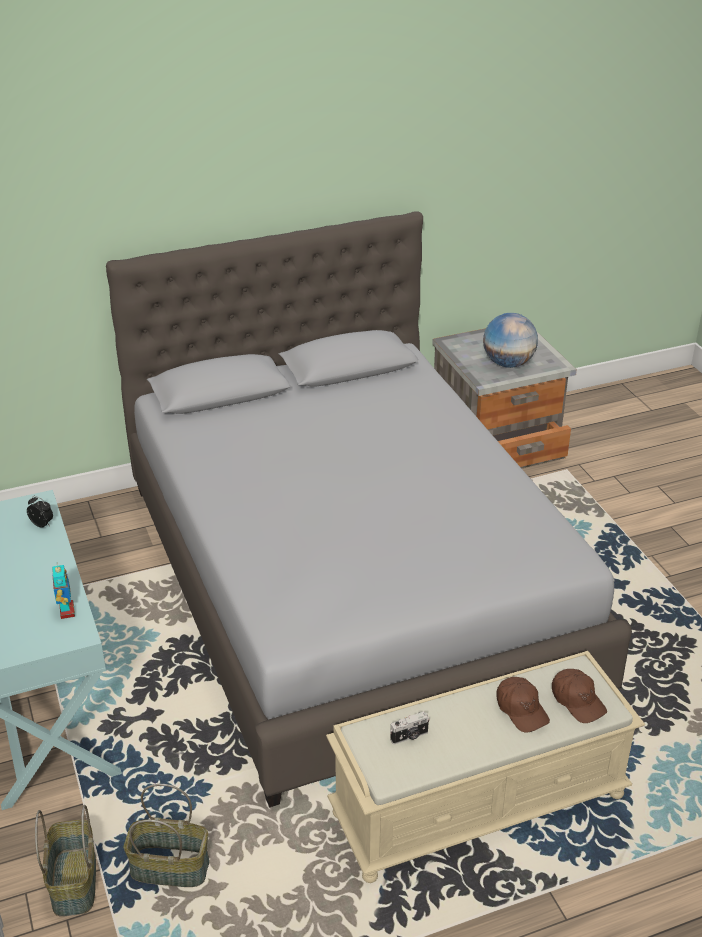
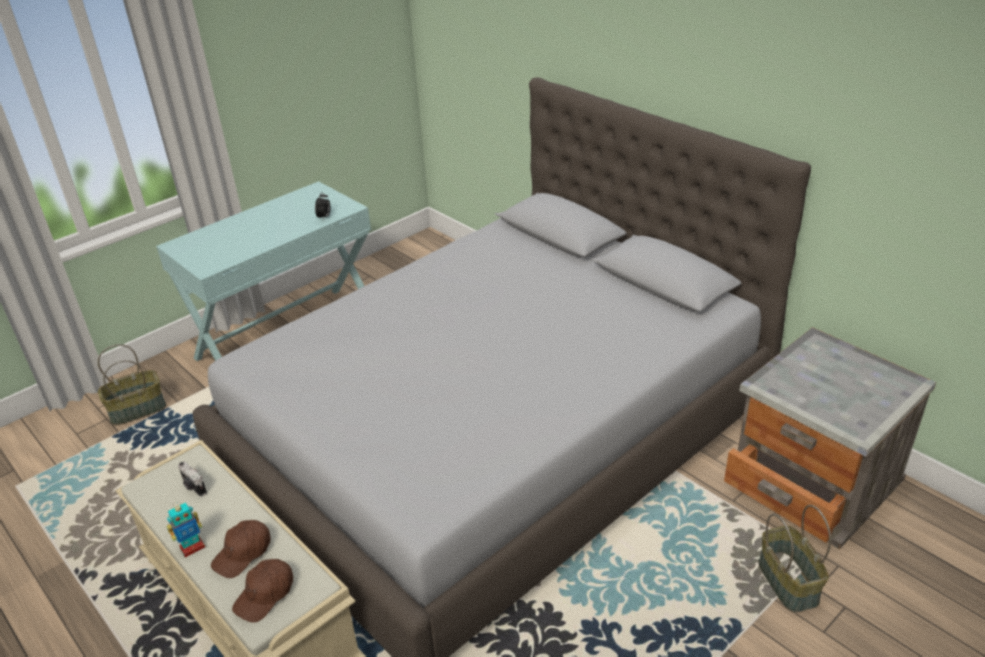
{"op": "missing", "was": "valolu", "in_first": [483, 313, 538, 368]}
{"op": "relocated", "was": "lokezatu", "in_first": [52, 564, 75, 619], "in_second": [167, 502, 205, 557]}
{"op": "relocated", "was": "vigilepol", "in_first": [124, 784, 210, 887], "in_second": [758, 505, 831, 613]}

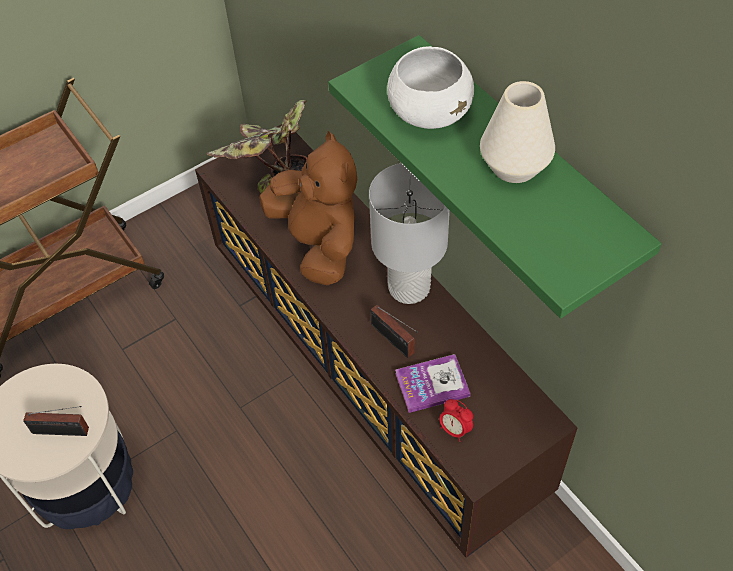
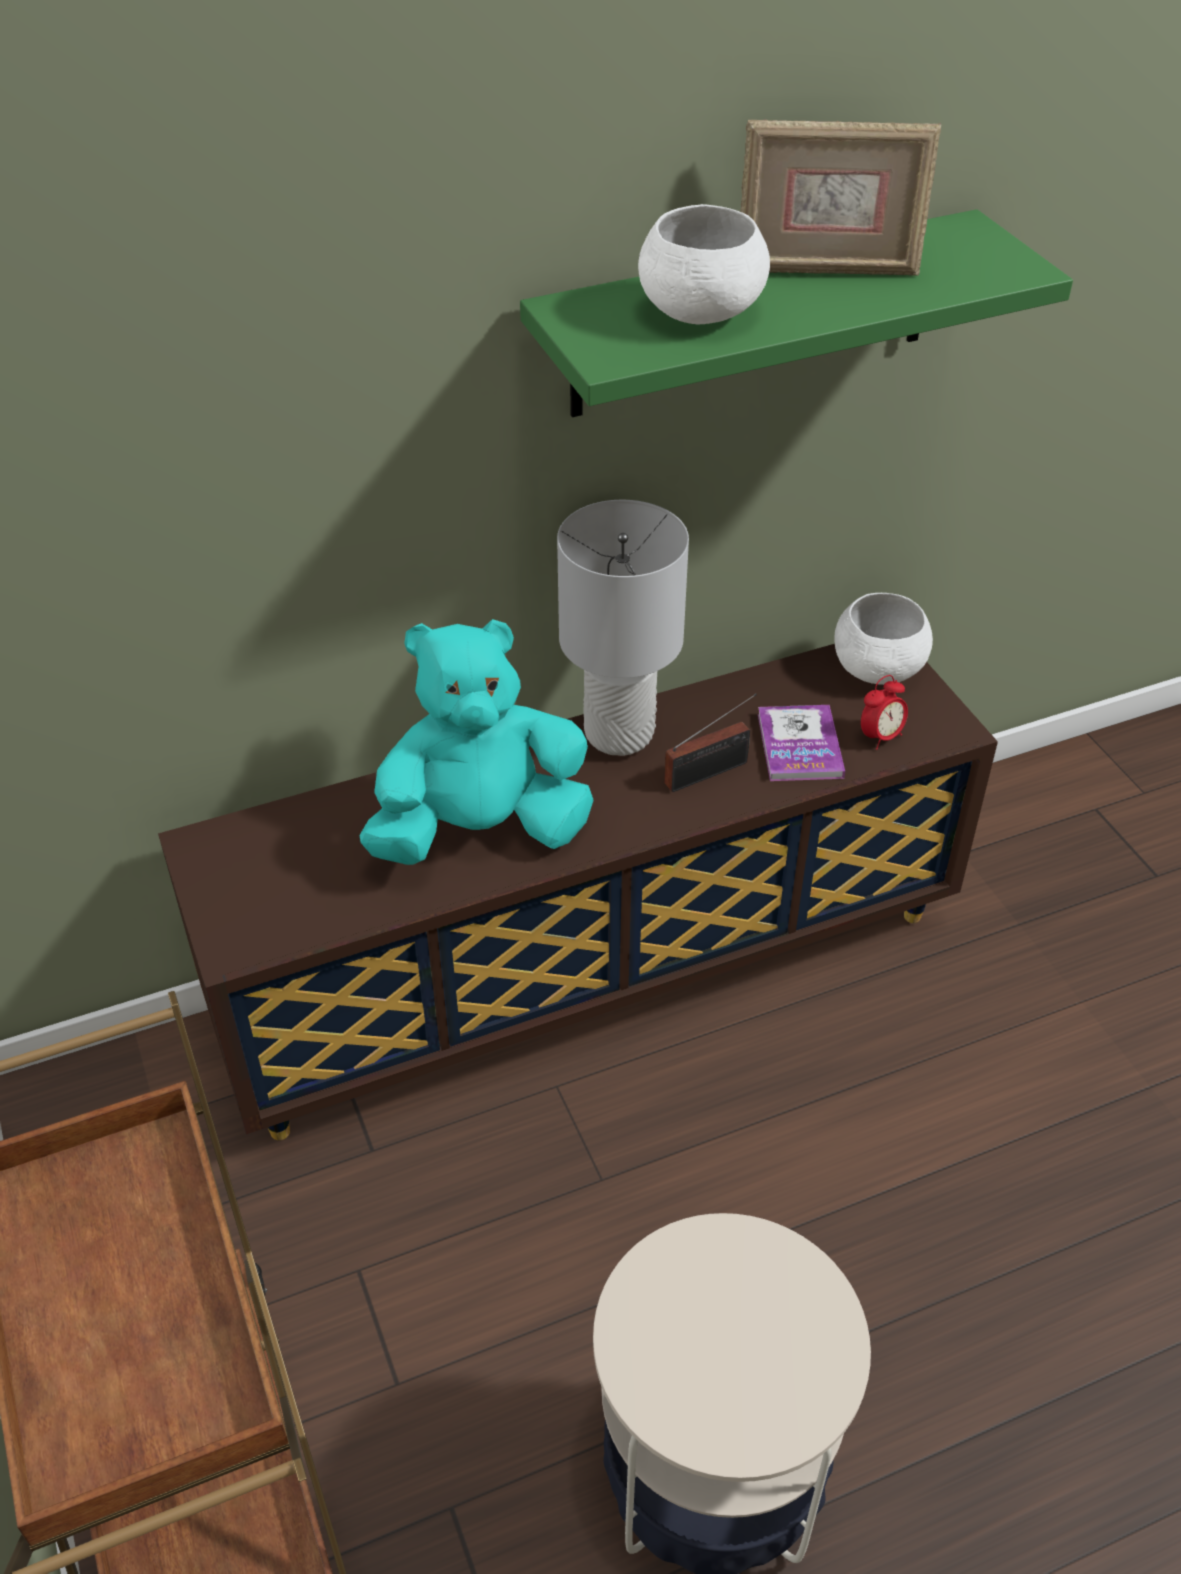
{"op": "exchanged", "was": "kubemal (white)", "now": "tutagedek", "in_first": [480, 81, 555, 183], "in_second": [740, 119, 941, 276]}
{"op": "missing", "was": "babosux", "in_first": [206, 100, 307, 193]}
{"op": "colour", "was": "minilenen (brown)", "now": "minilenen (turquoise)", "in_first": [259, 131, 357, 285], "in_second": [360, 619, 594, 865]}
{"op": "missing", "was": "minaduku", "in_first": [23, 406, 89, 436]}
{"op": "appeared", "now": "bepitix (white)", "in_second": [834, 593, 933, 685]}

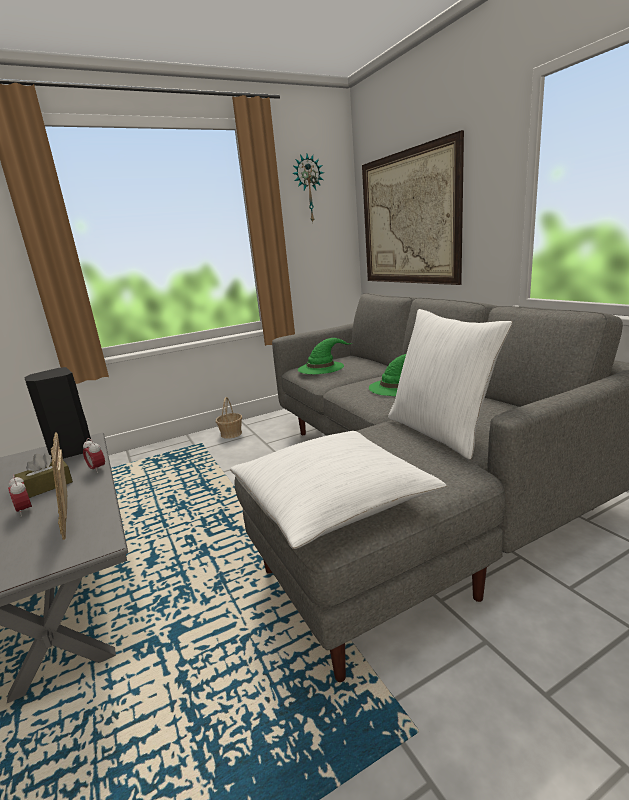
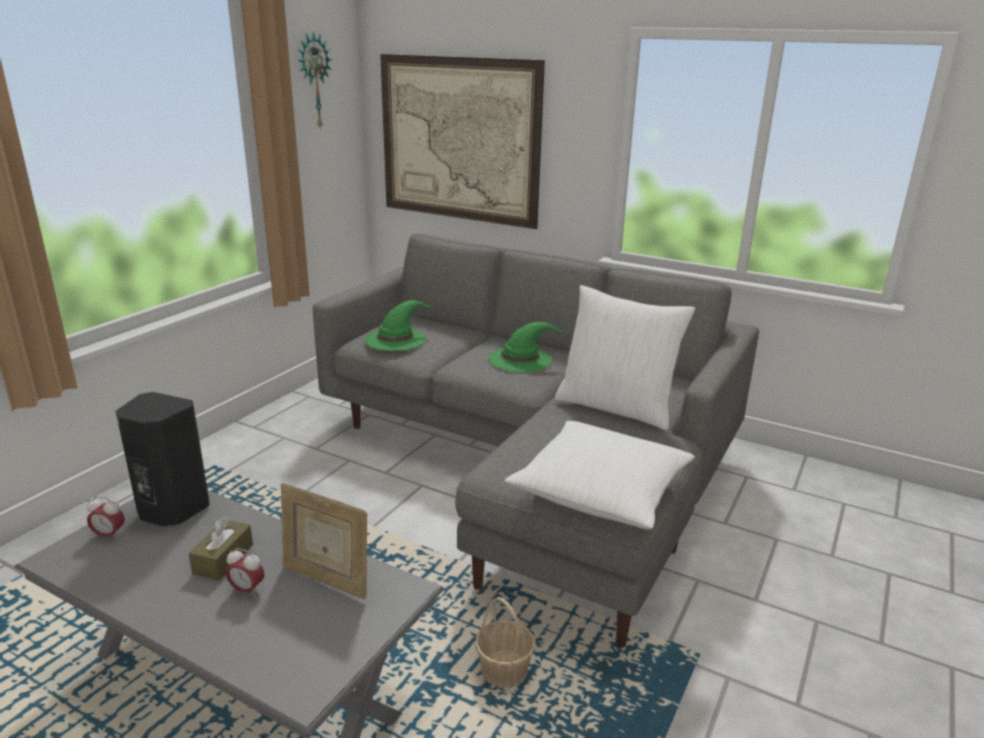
{"op": "relocated", "was": "vigilepol", "in_first": [216, 397, 242, 439], "in_second": [475, 597, 535, 688]}
{"op": "relocated", "was": "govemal", "in_first": [83, 438, 105, 473], "in_second": [87, 496, 125, 540]}

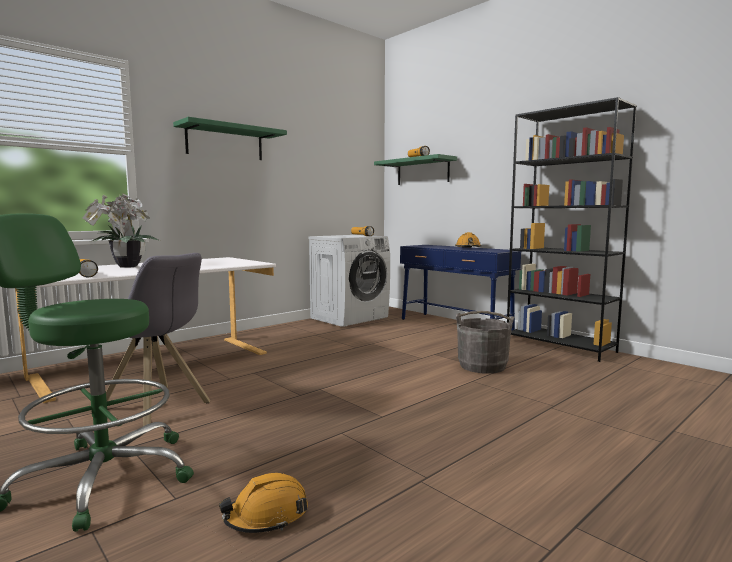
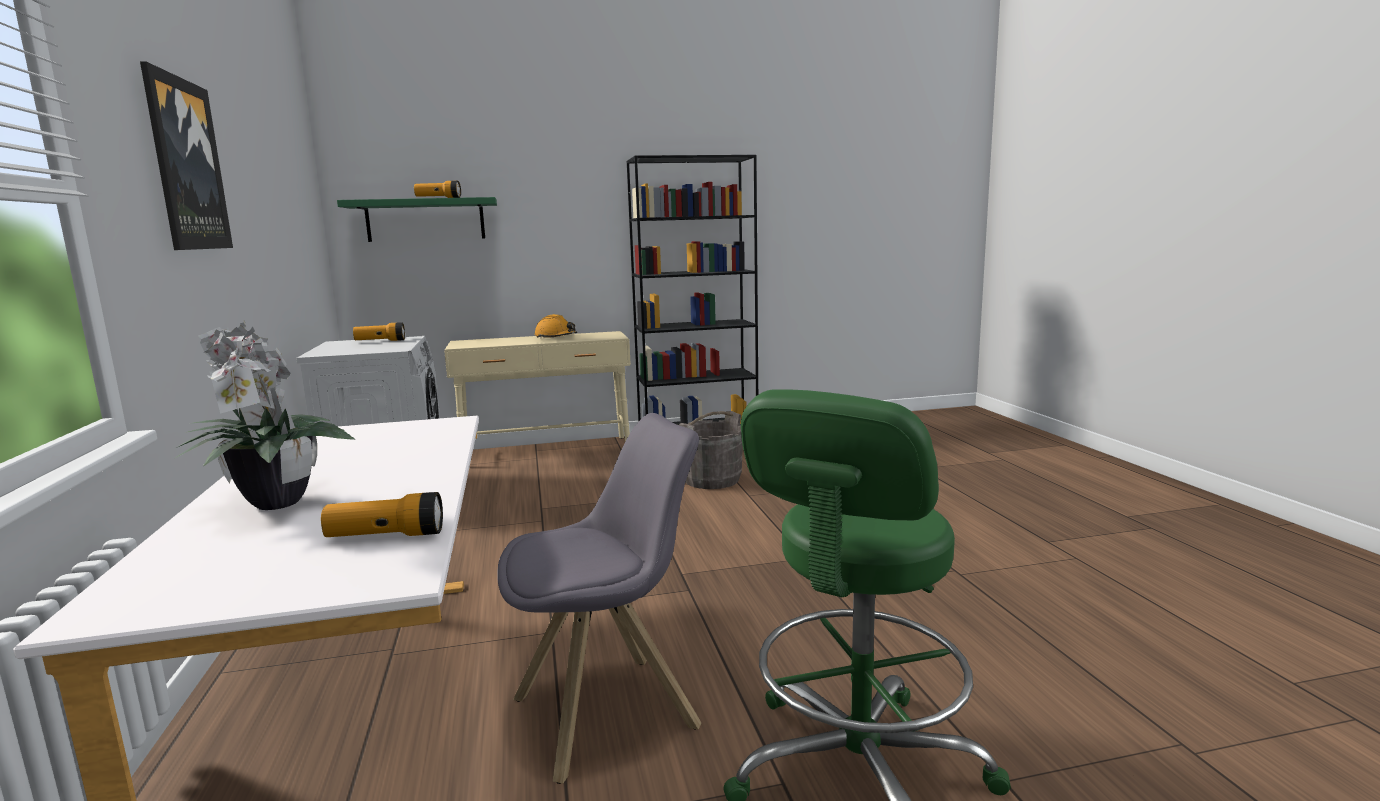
{"op": "exchanged", "was": "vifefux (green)", "now": "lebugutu", "in_first": [173, 117, 287, 160], "in_second": [140, 61, 233, 250]}
{"op": "colour", "was": "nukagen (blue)", "now": "nukagen (beige)", "in_first": [400, 245, 521, 331], "in_second": [444, 331, 631, 441]}
{"op": "missing", "was": "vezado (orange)", "in_first": [219, 473, 308, 533]}

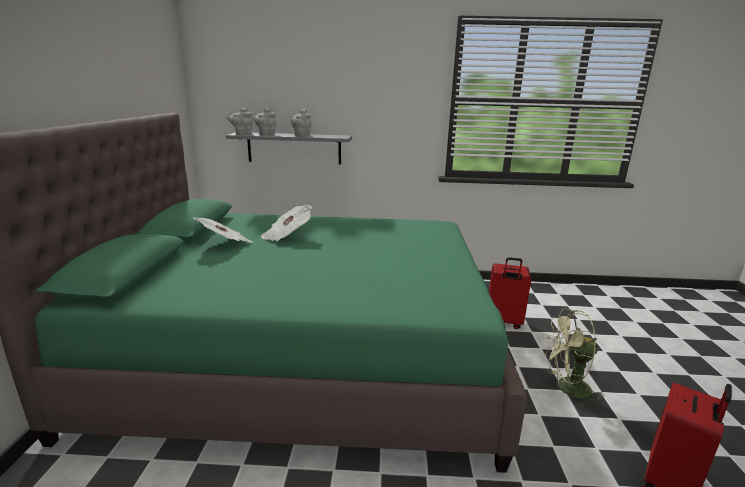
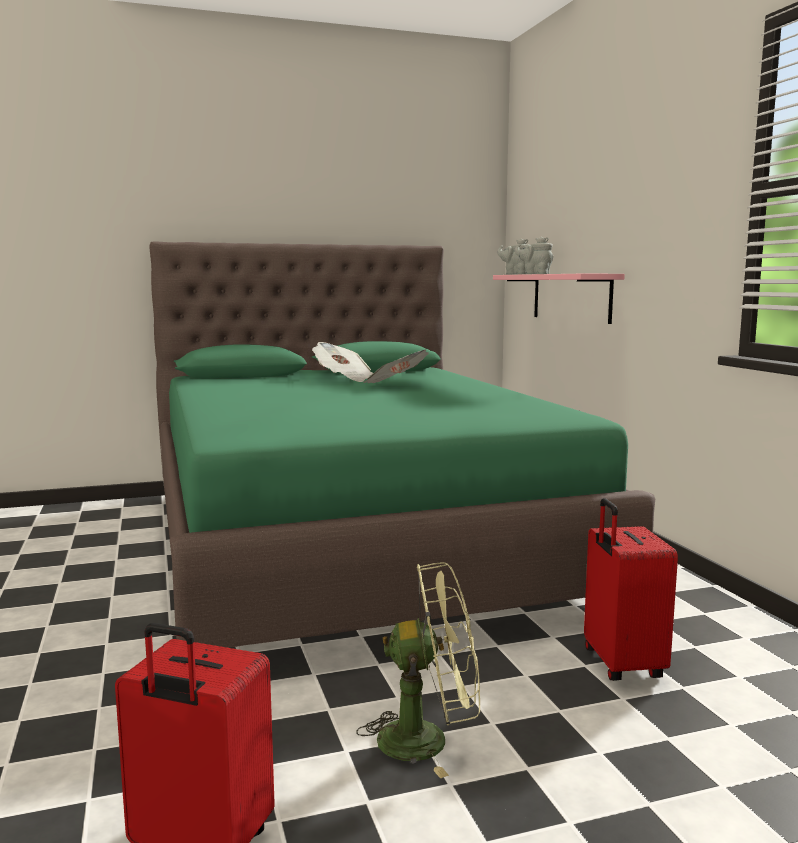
{"op": "missing", "was": "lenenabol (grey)", "in_first": [290, 109, 311, 136]}
{"op": "colour", "was": "vifefux (grey)", "now": "vifefux (pink)", "in_first": [226, 132, 352, 164], "in_second": [493, 274, 625, 324]}
{"op": "spun", "was": "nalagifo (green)", "in_first": [544, 308, 604, 408], "in_second": [356, 562, 480, 778], "clockwise": 105}

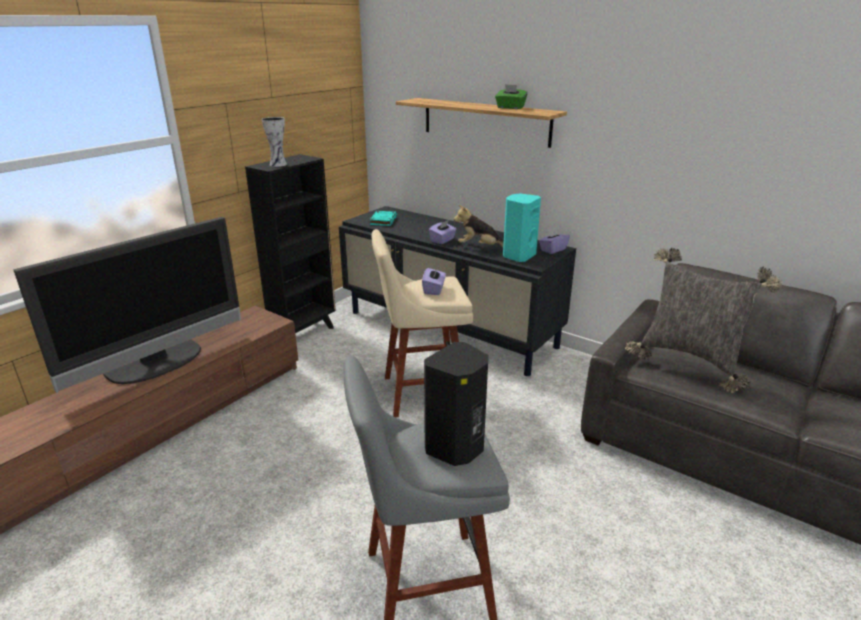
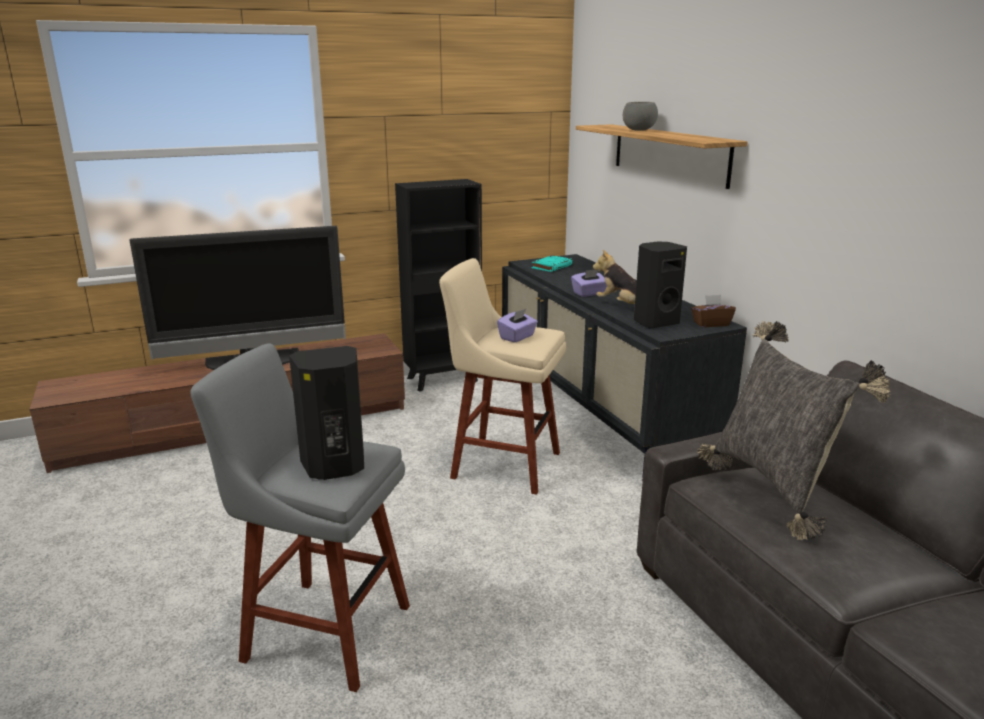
{"op": "missing", "was": "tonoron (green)", "in_first": [495, 84, 528, 109]}
{"op": "missing", "was": "kubemal", "in_first": [262, 117, 287, 167]}
{"op": "colour", "was": "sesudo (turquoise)", "now": "sesudo (black)", "in_first": [503, 194, 541, 262], "in_second": [634, 242, 687, 328]}
{"op": "colour", "was": "tonoron (purple)", "now": "tonoron (brown)", "in_first": [539, 228, 570, 254], "in_second": [691, 295, 736, 327]}
{"op": "appeared", "now": "bepitix (grey)", "in_second": [623, 102, 658, 131]}

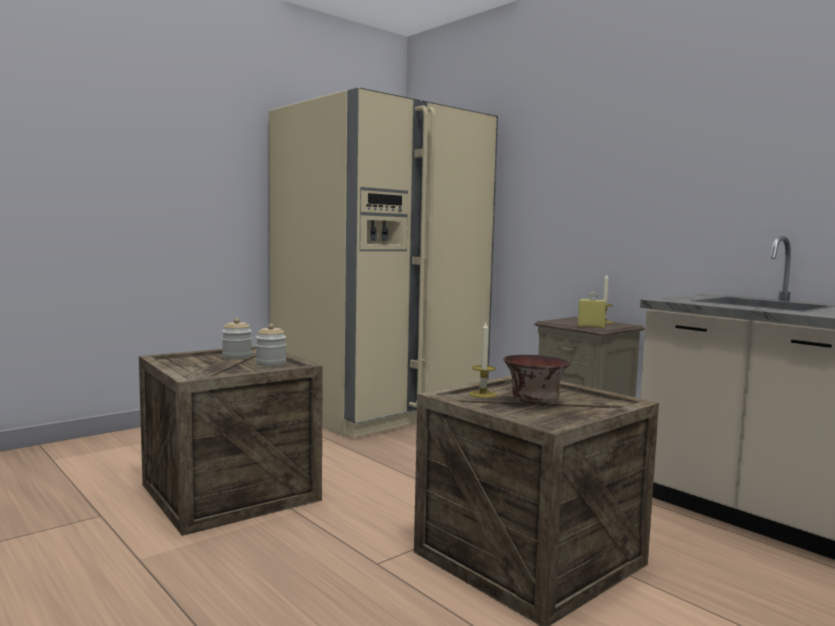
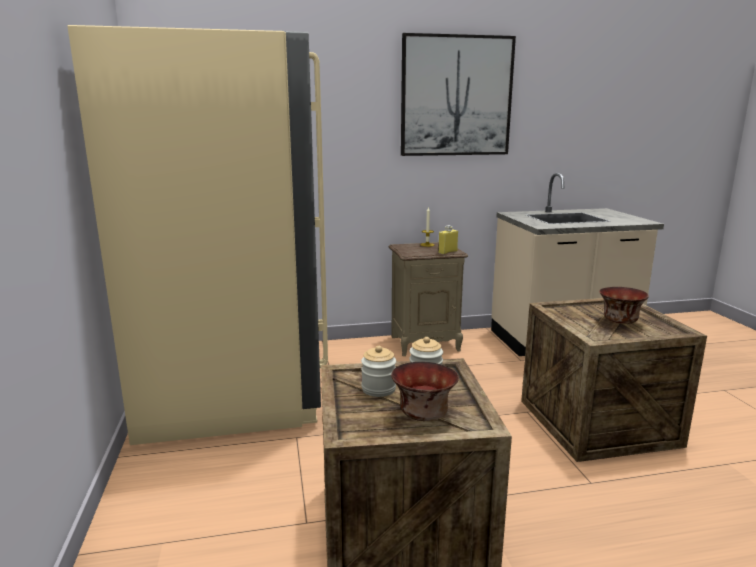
{"op": "missing", "was": "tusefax", "in_first": [469, 322, 497, 398]}
{"op": "appeared", "now": "lebugutu", "in_second": [401, 33, 516, 156]}
{"op": "appeared", "now": "bepitix", "in_second": [391, 362, 459, 421]}

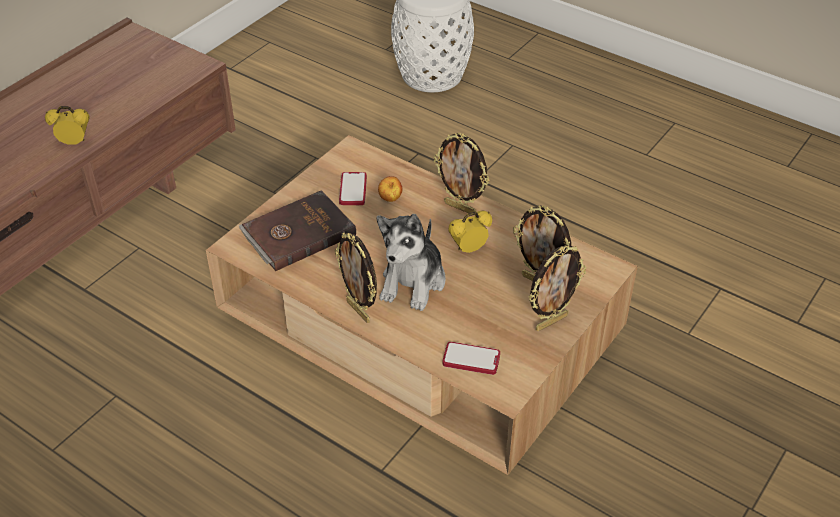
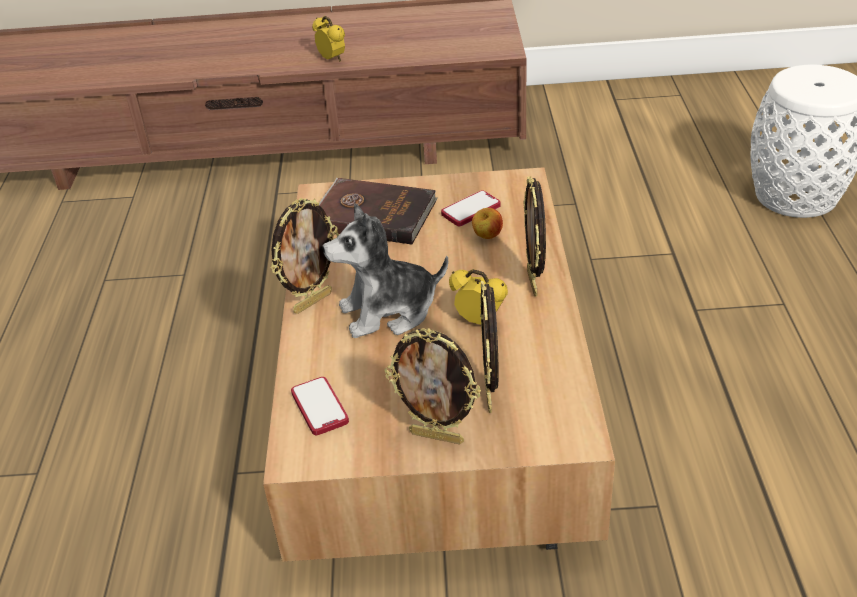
{"op": "spun", "was": "tutagedek", "in_first": [335, 233, 377, 323], "in_second": [271, 198, 339, 314], "clockwise": -150}

